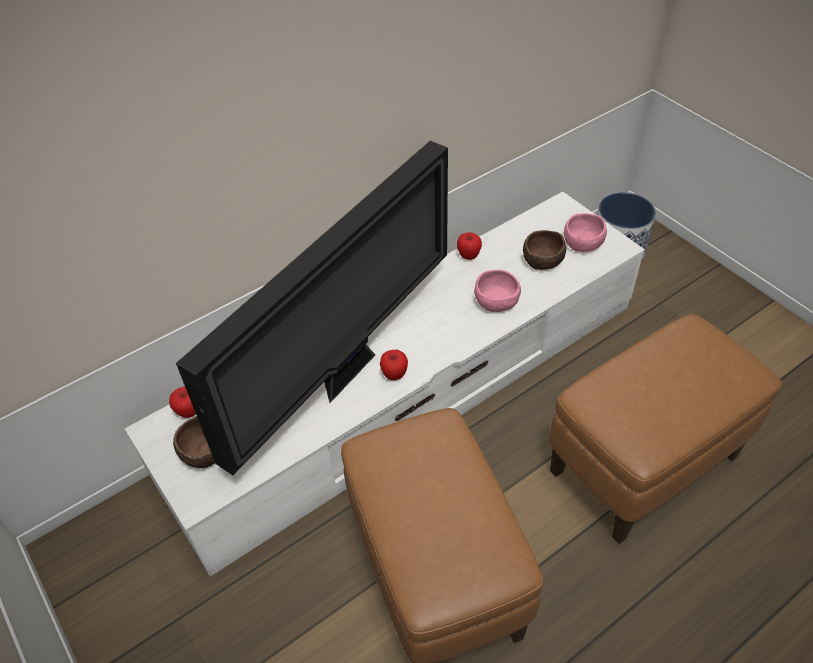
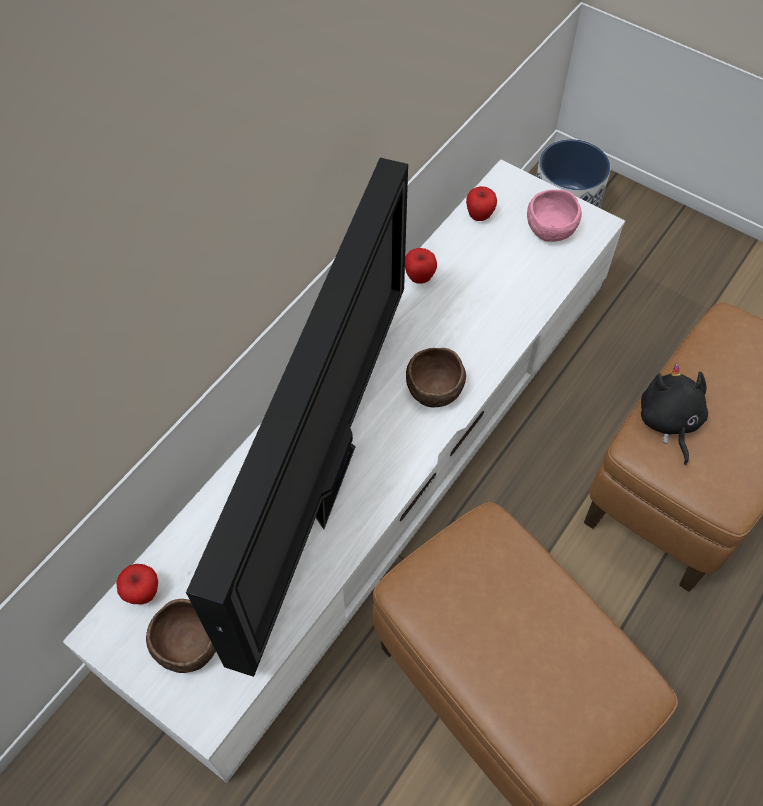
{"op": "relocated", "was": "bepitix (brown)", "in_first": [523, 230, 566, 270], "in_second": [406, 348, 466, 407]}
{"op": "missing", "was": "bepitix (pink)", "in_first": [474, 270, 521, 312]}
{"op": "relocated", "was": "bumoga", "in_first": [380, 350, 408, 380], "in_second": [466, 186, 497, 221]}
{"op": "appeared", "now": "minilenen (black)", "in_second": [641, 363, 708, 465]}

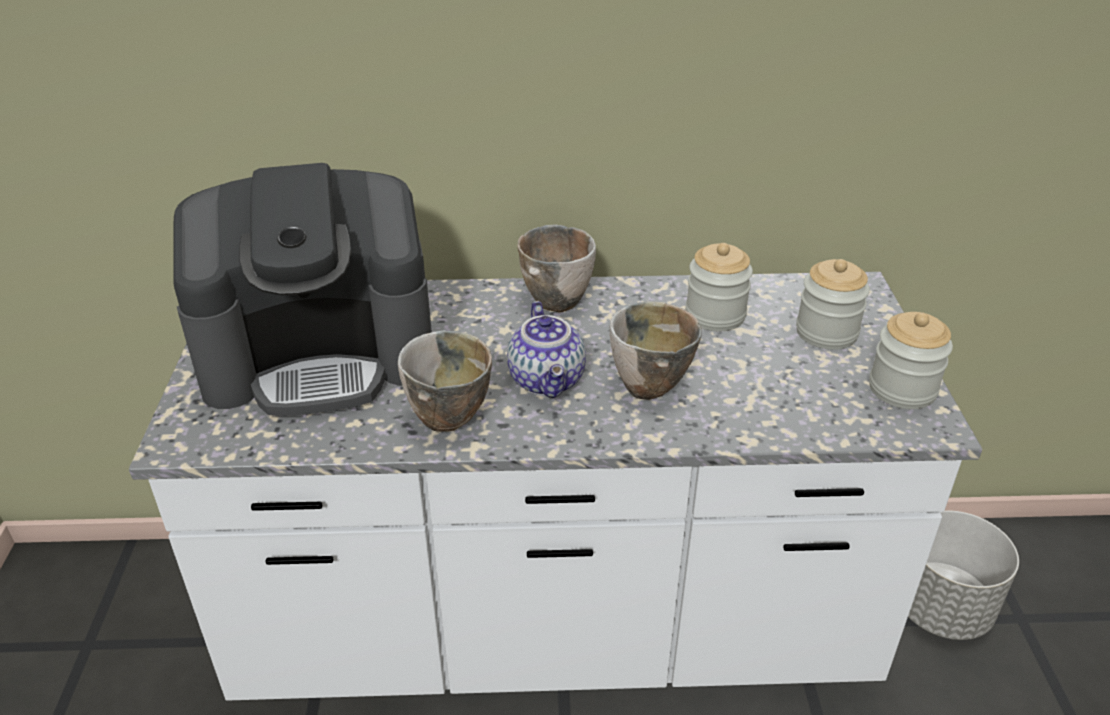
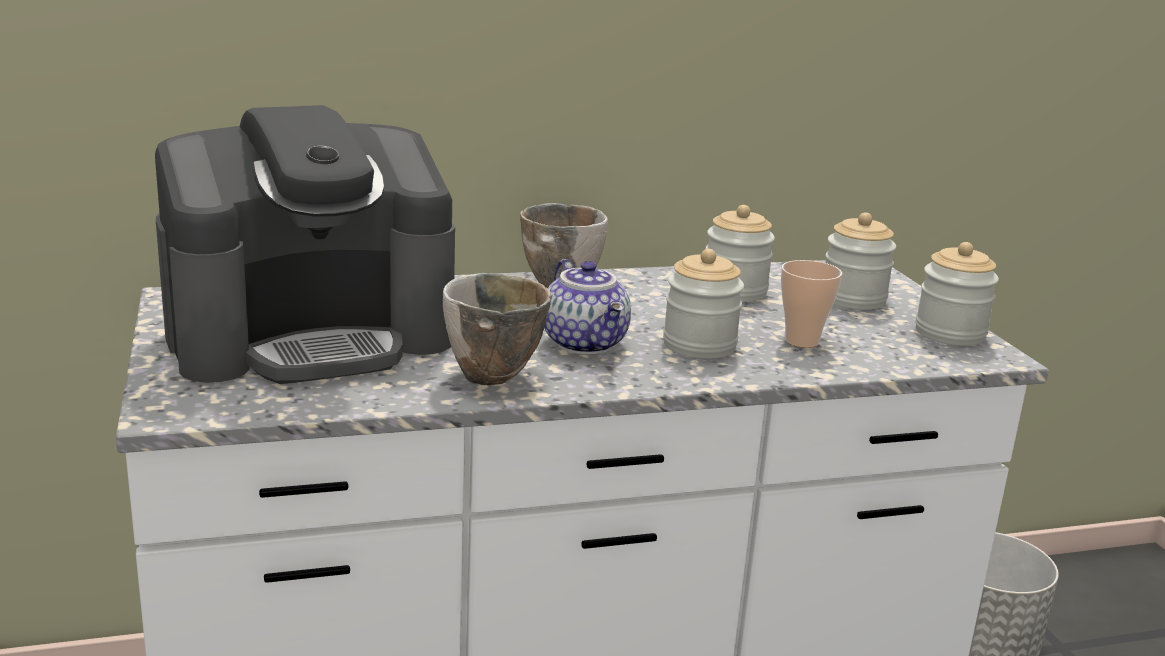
{"op": "exchanged", "was": "bepitix", "now": "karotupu", "in_first": [610, 302, 702, 400], "in_second": [663, 249, 744, 359]}
{"op": "appeared", "now": "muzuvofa", "in_second": [781, 260, 842, 348]}

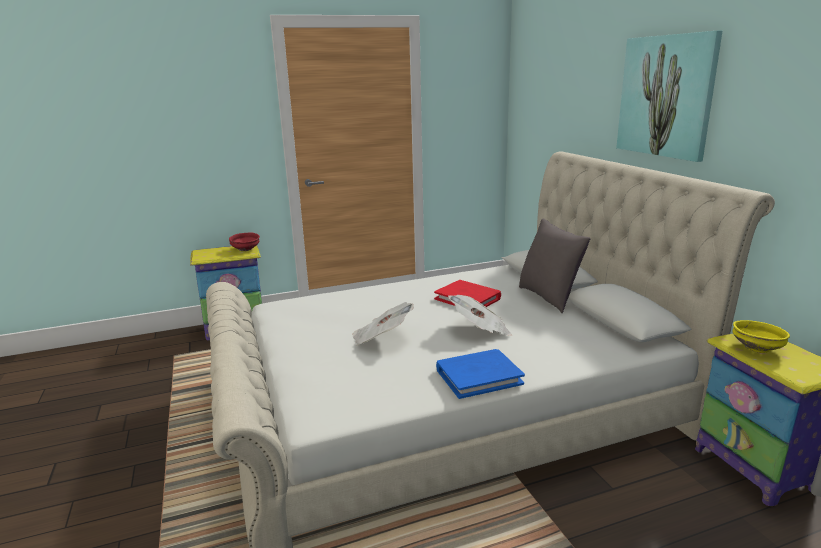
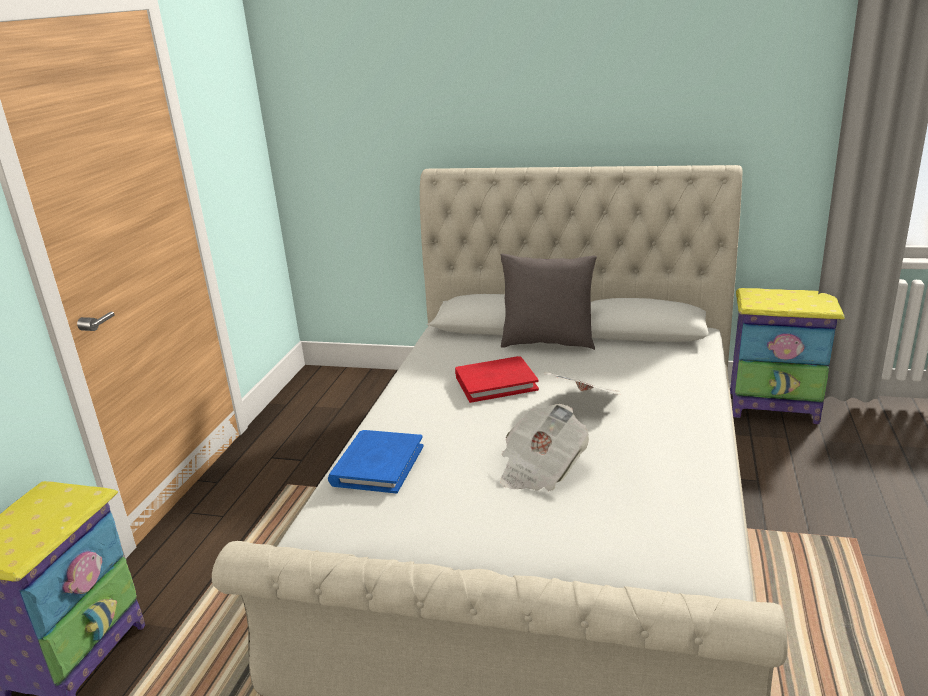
{"op": "missing", "was": "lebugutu", "in_first": [616, 31, 722, 162]}
{"op": "missing", "was": "bepitix (red)", "in_first": [229, 232, 260, 251]}
{"op": "missing", "was": "bepitix (yellow)", "in_first": [732, 320, 790, 353]}
{"op": "relocated", "was": "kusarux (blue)", "in_first": [436, 349, 525, 399], "in_second": [328, 430, 424, 493]}

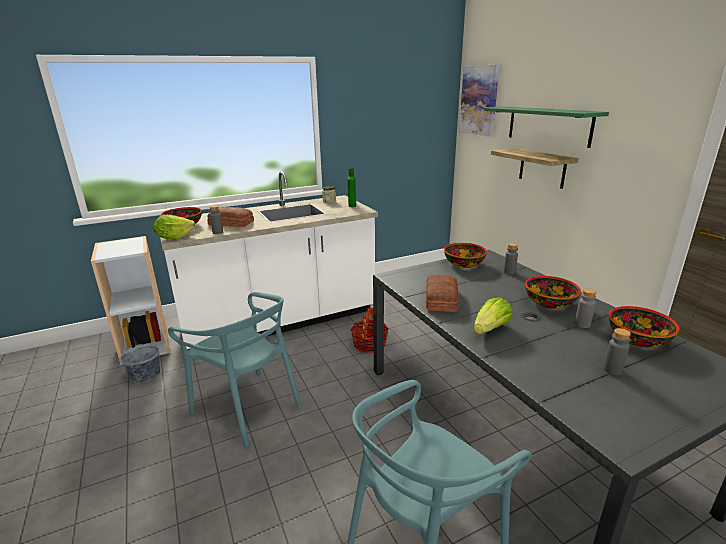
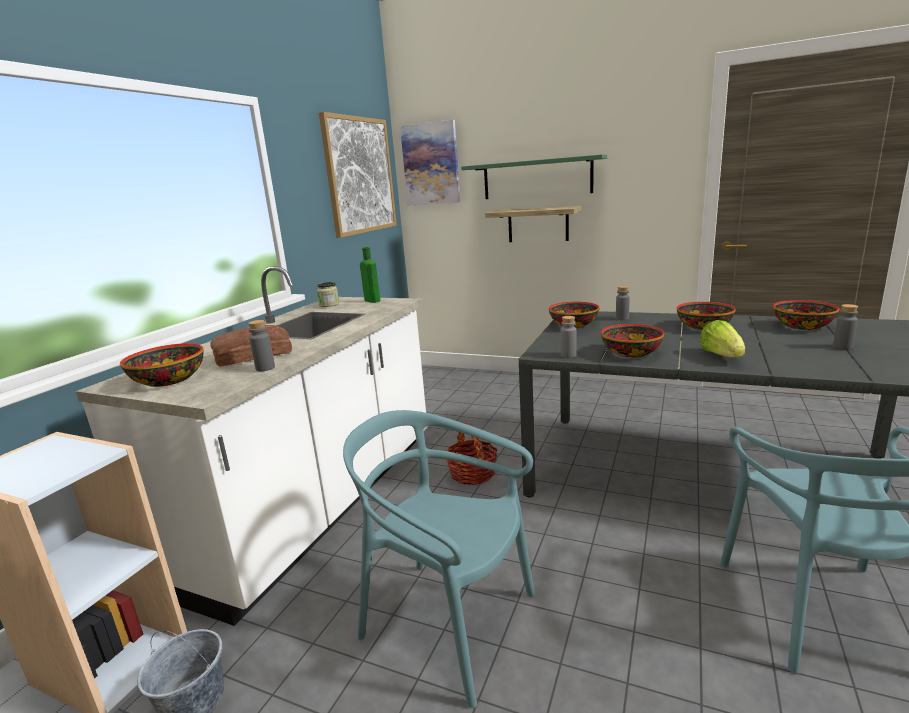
{"op": "missing", "was": "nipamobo", "in_first": [154, 215, 195, 239]}
{"op": "exchanged", "was": "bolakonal", "now": "bepitix", "in_first": [426, 274, 459, 312], "in_second": [601, 324, 664, 358]}
{"op": "relocated", "was": "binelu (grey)", "in_first": [575, 288, 596, 328], "in_second": [561, 316, 577, 358]}
{"op": "spun", "was": "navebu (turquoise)", "in_first": [168, 292, 302, 447], "in_second": [343, 410, 535, 708], "clockwise": -150}
{"op": "appeared", "now": "lebugutu", "in_second": [319, 112, 397, 238]}

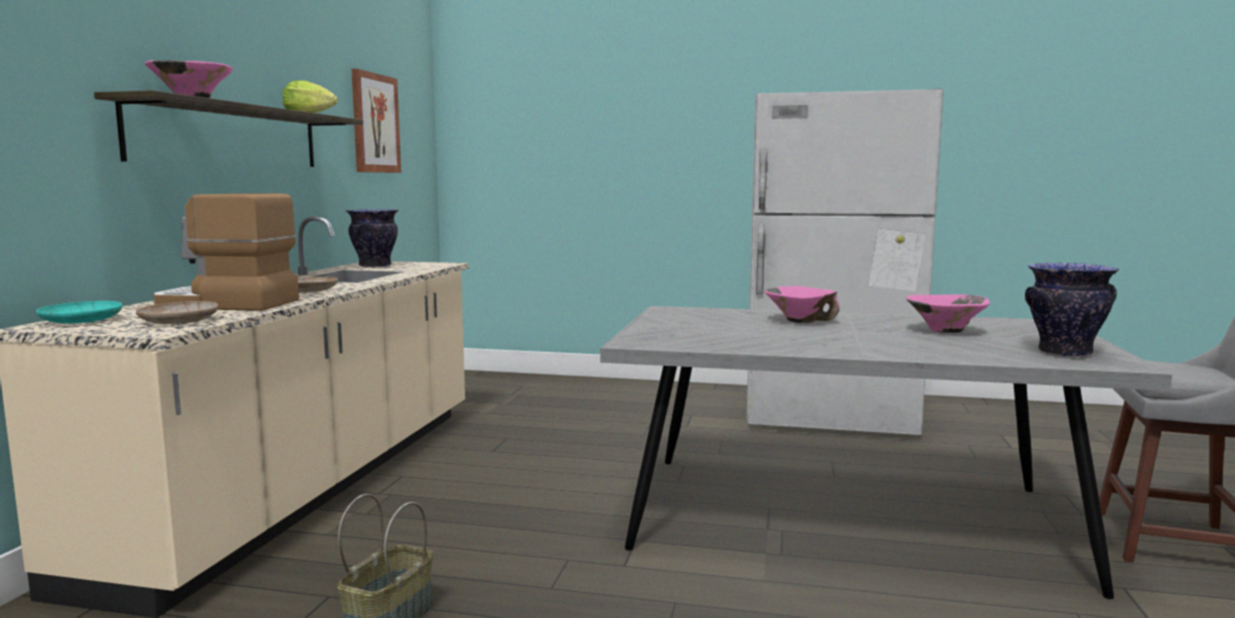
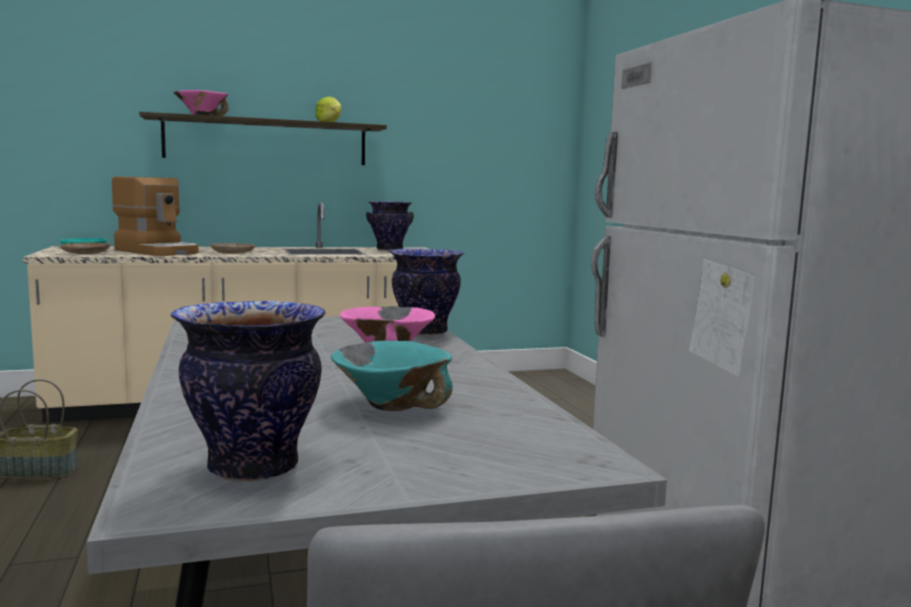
{"op": "missing", "was": "lebugutu", "in_first": [351, 69, 401, 173]}
{"op": "spun", "was": "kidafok", "in_first": [154, 193, 299, 311], "in_second": [112, 176, 199, 256], "clockwise": 150}
{"op": "colour", "was": "bepitix (pink)", "now": "bepitix (turquoise)", "in_first": [906, 294, 990, 333], "in_second": [331, 341, 453, 411]}
{"op": "appeared", "now": "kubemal", "in_second": [390, 248, 464, 336]}

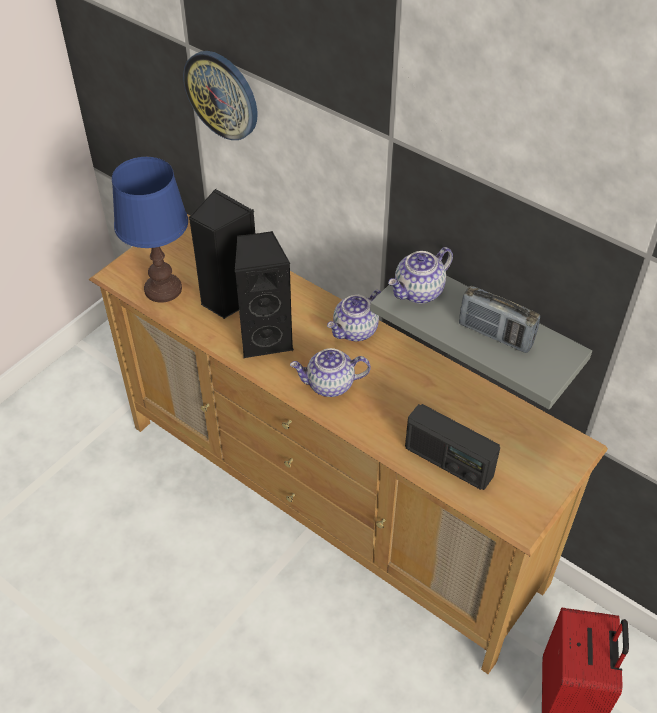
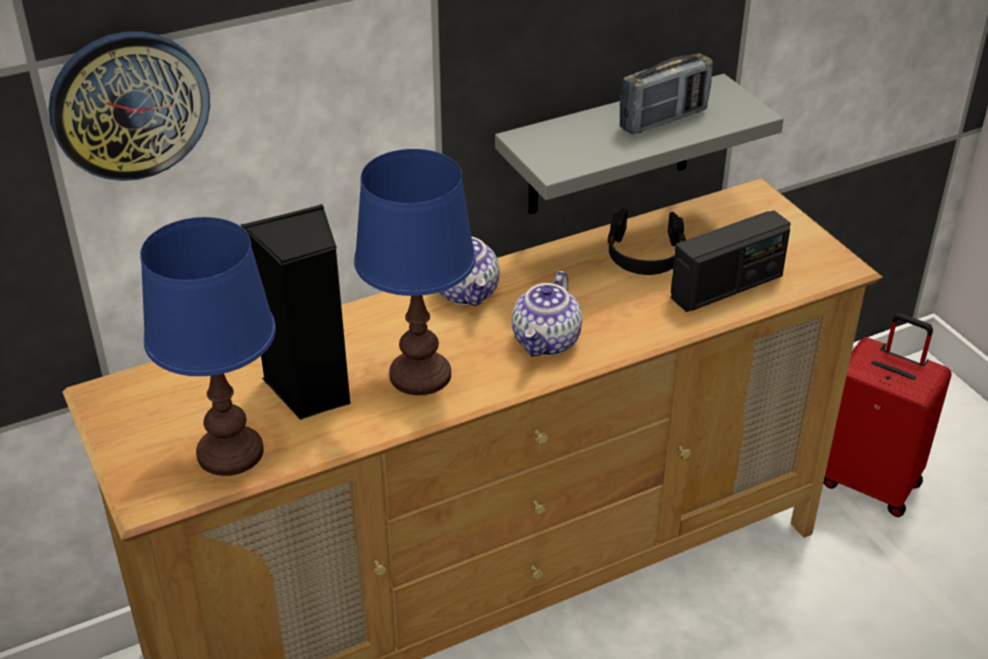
{"op": "exchanged", "was": "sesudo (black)", "now": "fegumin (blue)", "in_first": [235, 231, 294, 358], "in_second": [354, 149, 476, 395]}
{"op": "missing", "was": "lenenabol", "in_first": [388, 247, 453, 303]}
{"op": "appeared", "now": "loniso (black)", "in_second": [607, 209, 686, 275]}

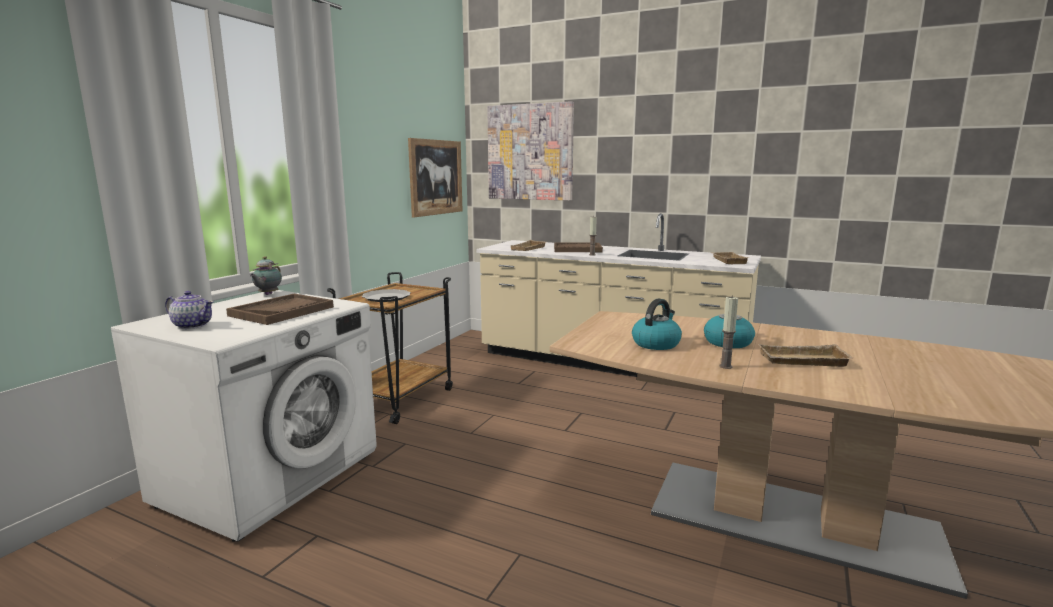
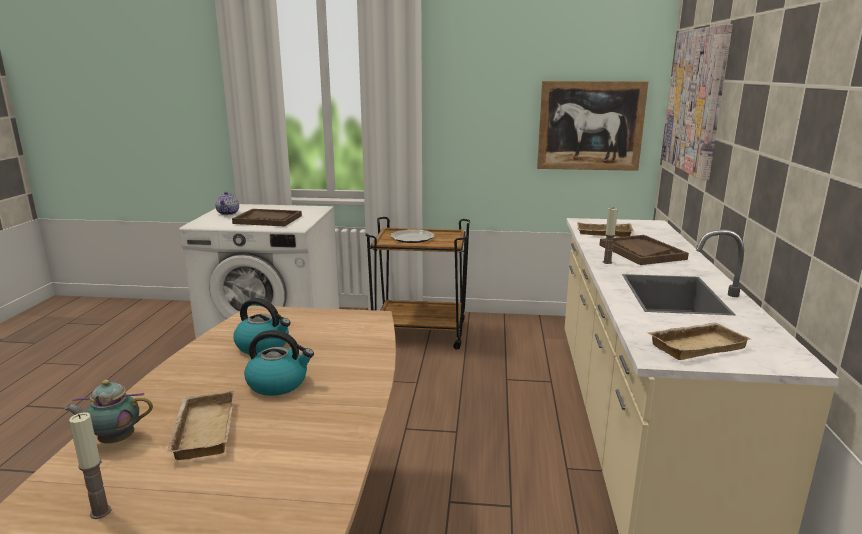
{"op": "relocated", "was": "lenenabol", "in_first": [249, 256, 282, 295], "in_second": [64, 380, 153, 443]}
{"op": "relocated", "was": "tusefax", "in_first": [719, 296, 738, 369], "in_second": [69, 413, 112, 519]}

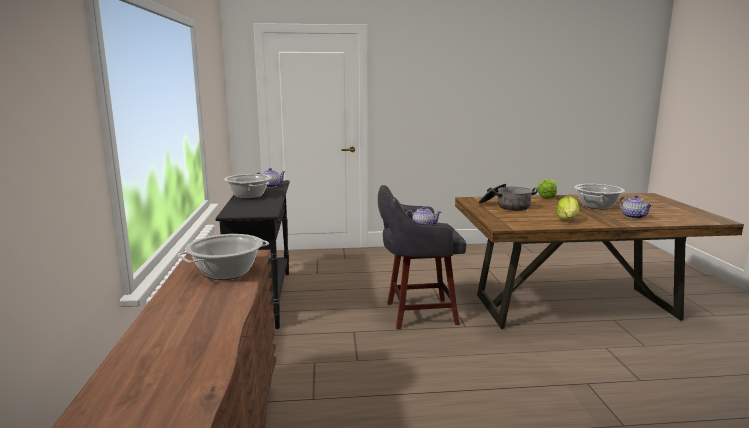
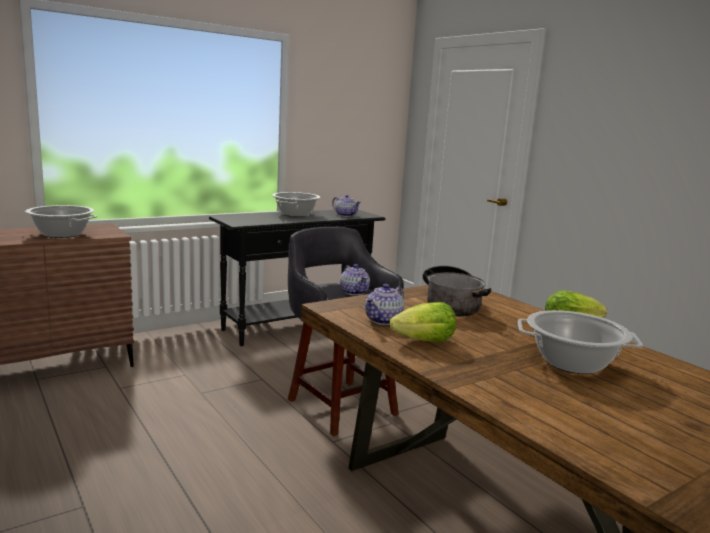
{"op": "relocated", "was": "lenenabol", "in_first": [619, 195, 653, 219], "in_second": [365, 284, 404, 325]}

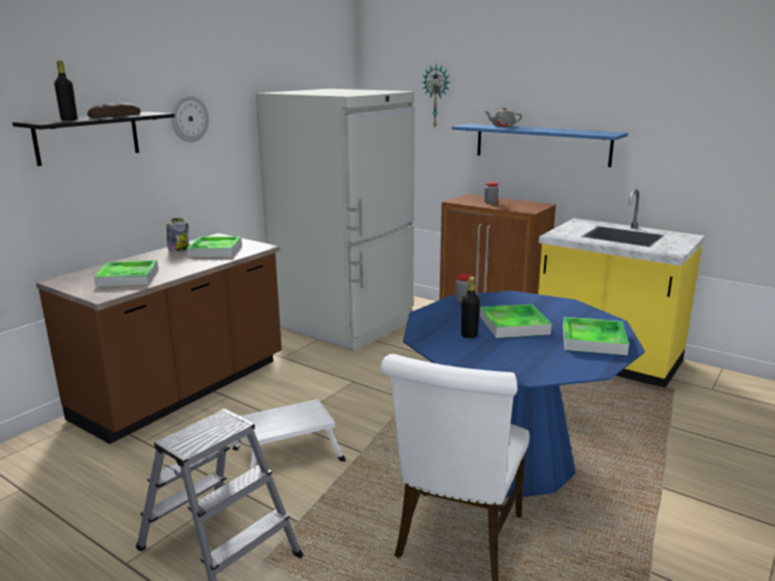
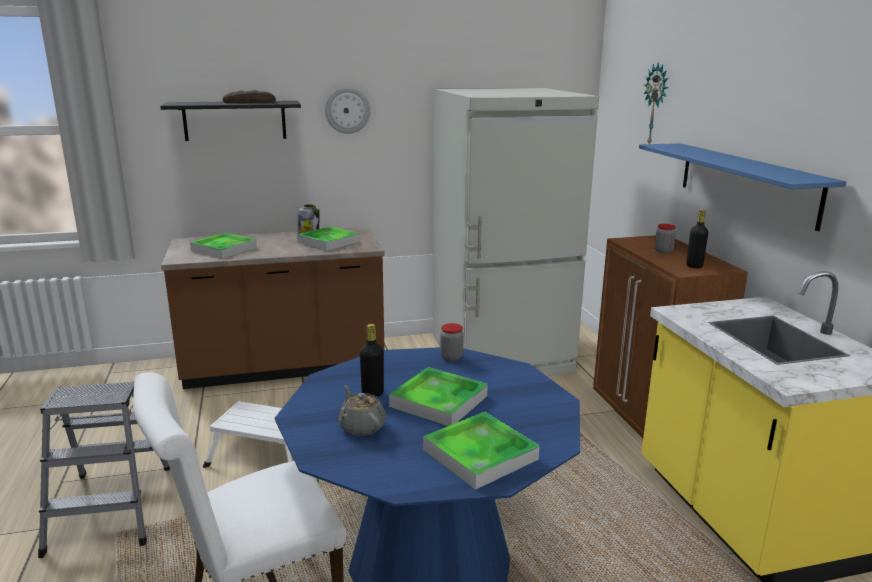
{"op": "relocated", "was": "binelu (black)", "in_first": [54, 60, 77, 121], "in_second": [687, 209, 708, 268]}
{"op": "relocated", "was": "lenenabol (grey)", "in_first": [485, 107, 522, 127], "in_second": [338, 385, 386, 436]}

